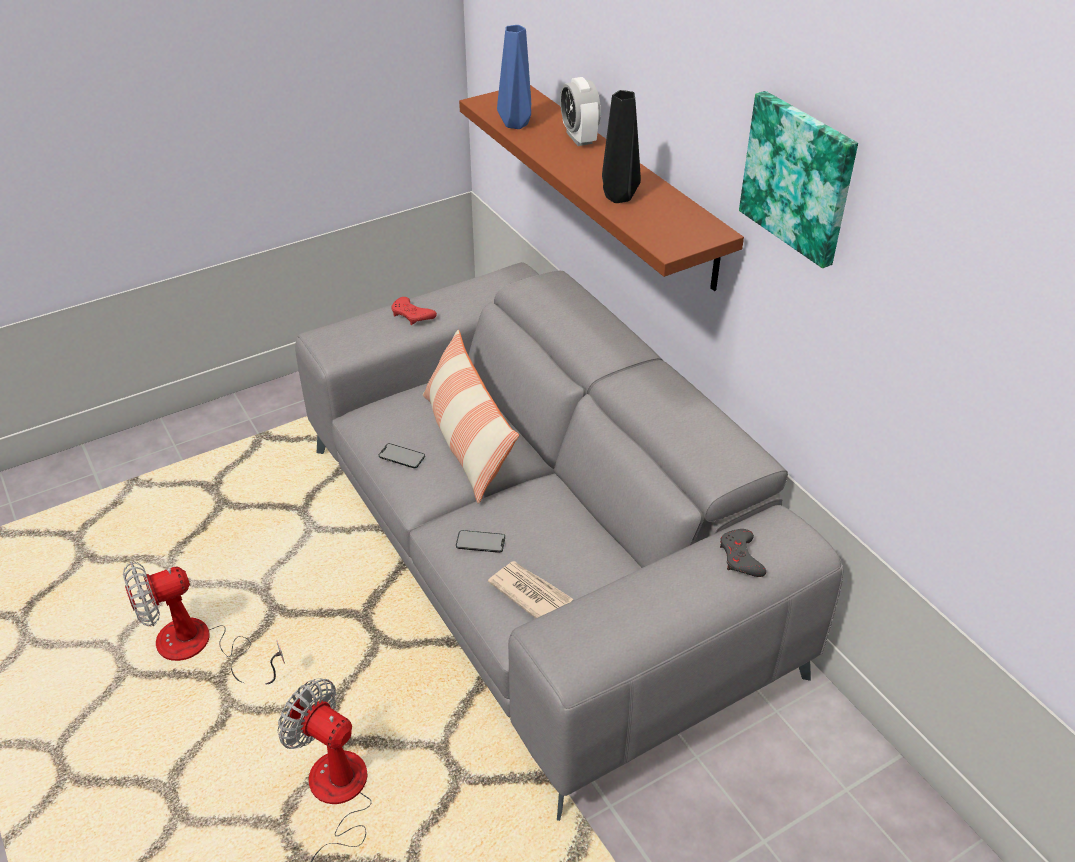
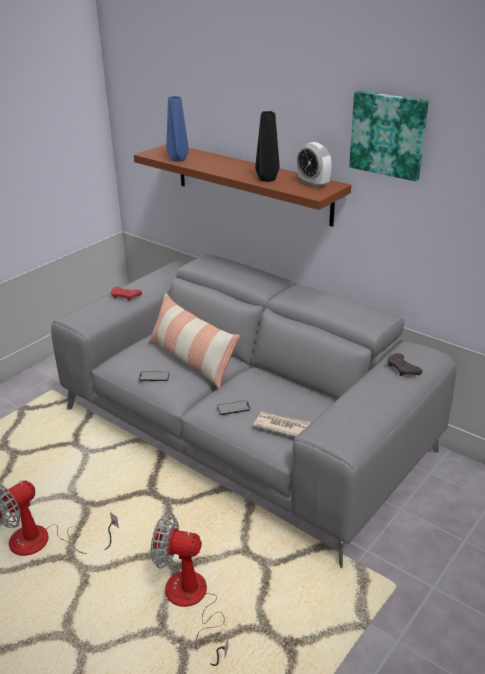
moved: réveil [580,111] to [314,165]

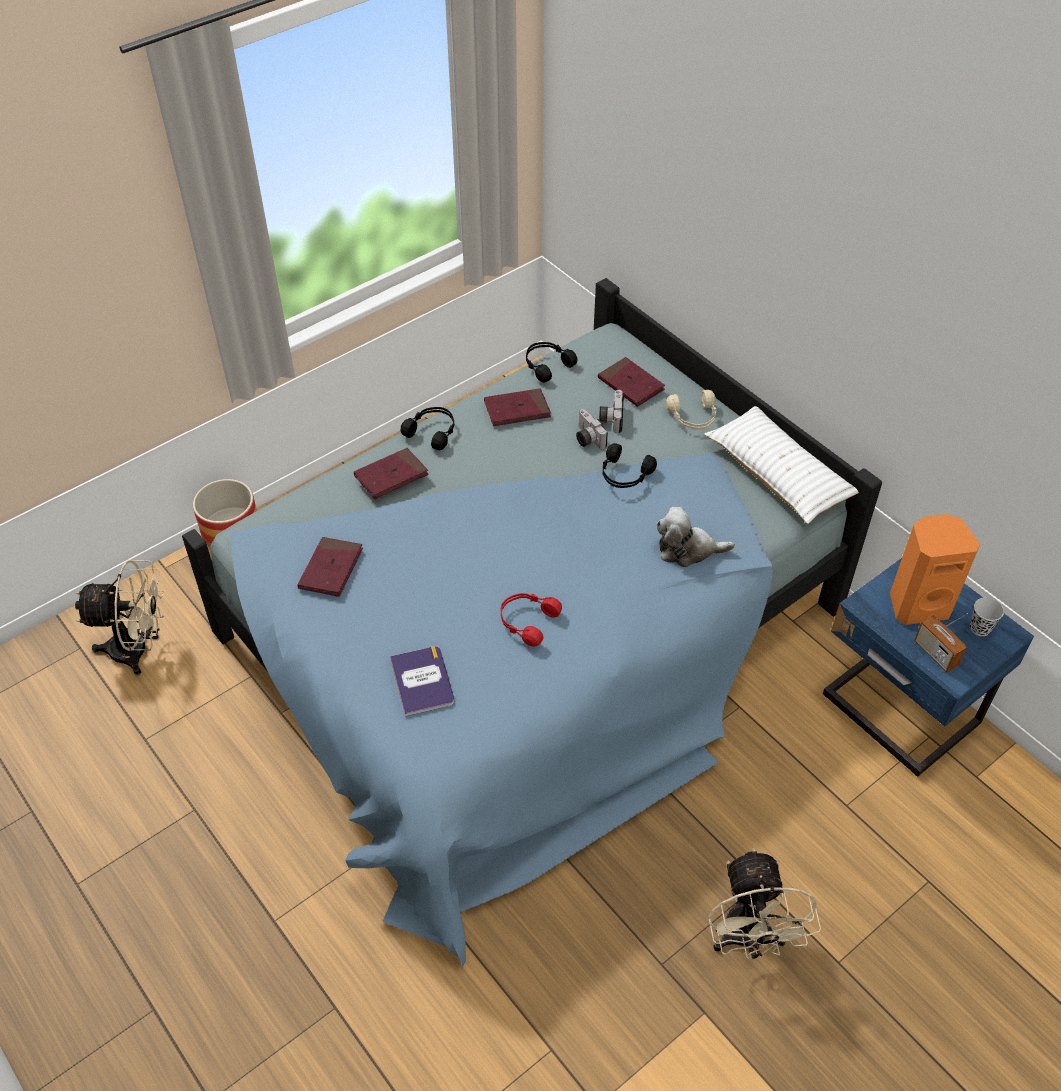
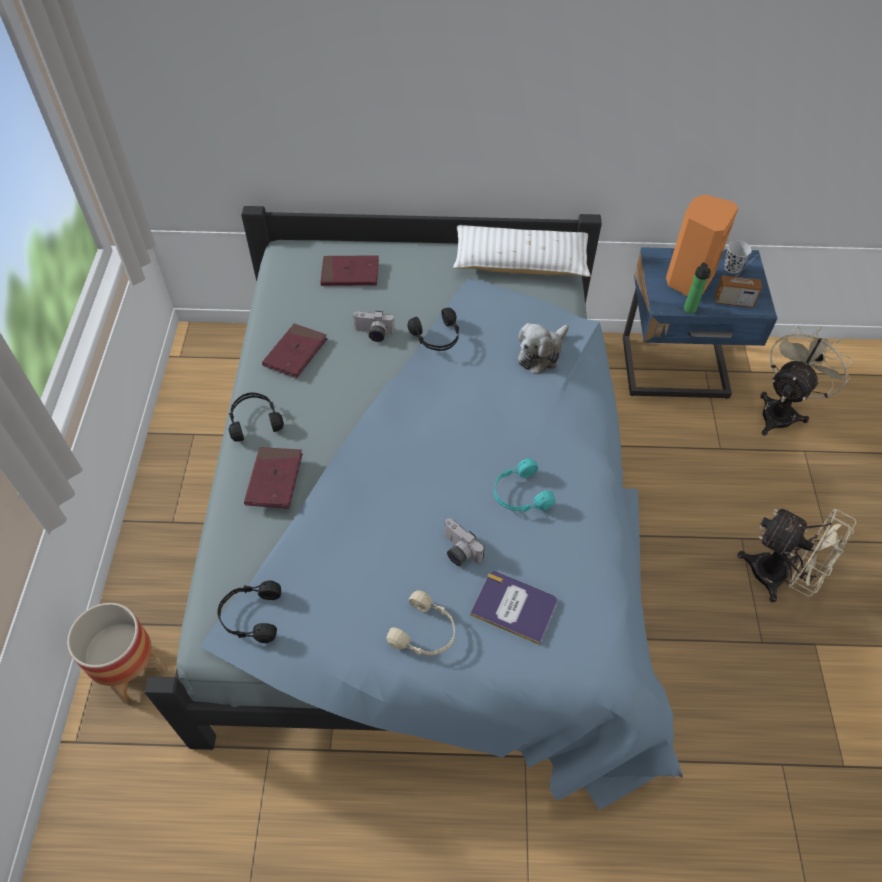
removed: livre (rouge) [330,567]
added: bouteille [697,287]
moved: ventilateur (beige) [119,617] to [807,381]; casque audio (noir) [551,362] to [249,611]; appareil photo [611,411] to [464,542]; casque audio (beige) [691,409] to [421,623]
recoloured: casque audio (rouge) [531,620] to casque audio (turquoise) [524,485]

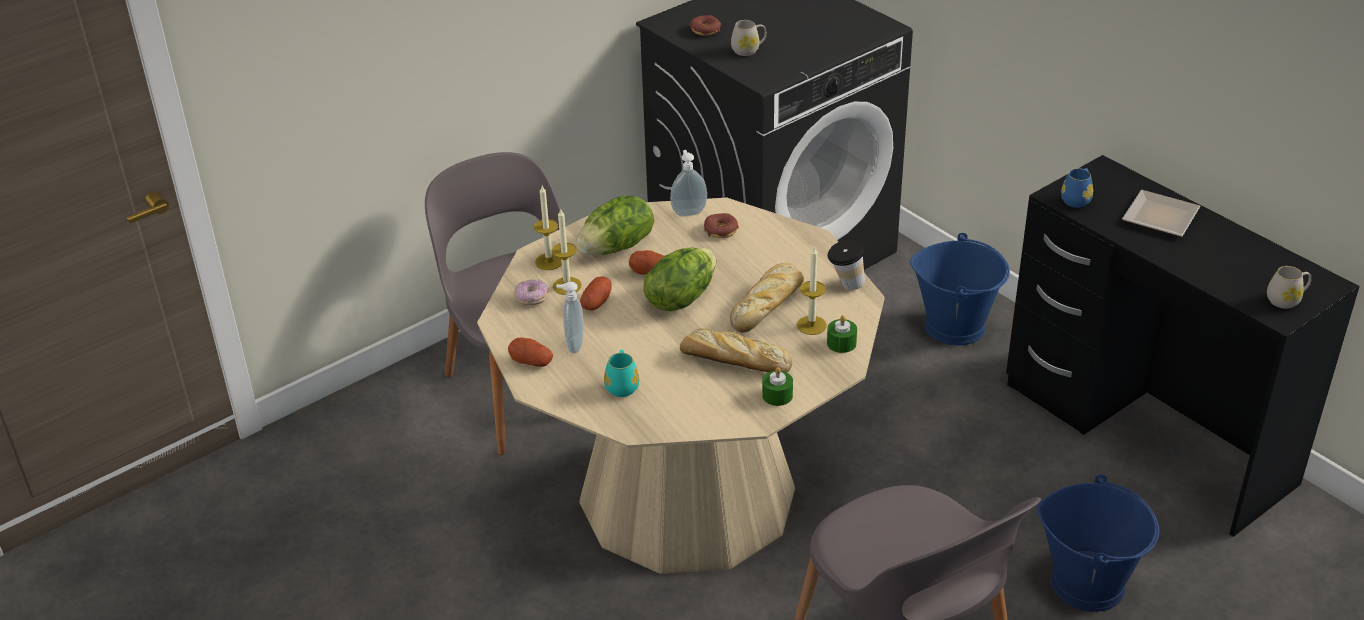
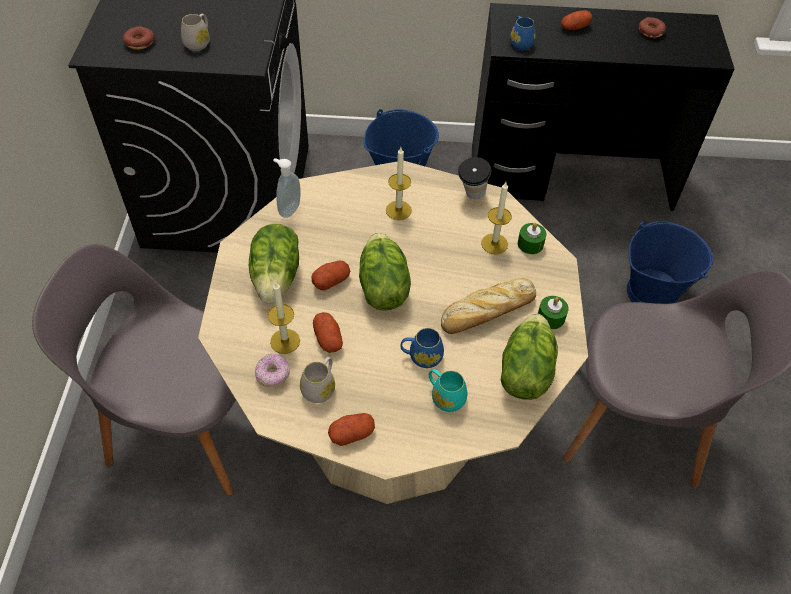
removed: distributeur de savon [570,317]; pain [767,298]
added: mug (bleu) [422,348]; laitue [529,357]
moved: bougie [548,228] to [399,183]; beignet [721,225] to [652,28]; mug (blanc) [1289,287] to [317,380]
replaced: assiette [1161,213] to pomme de terre [576,20]

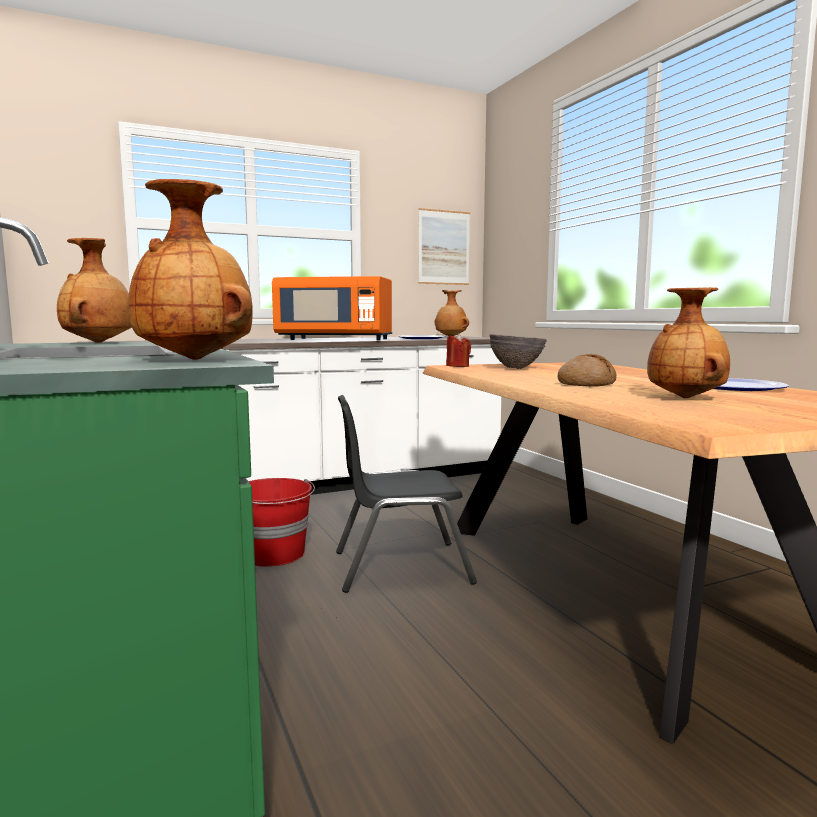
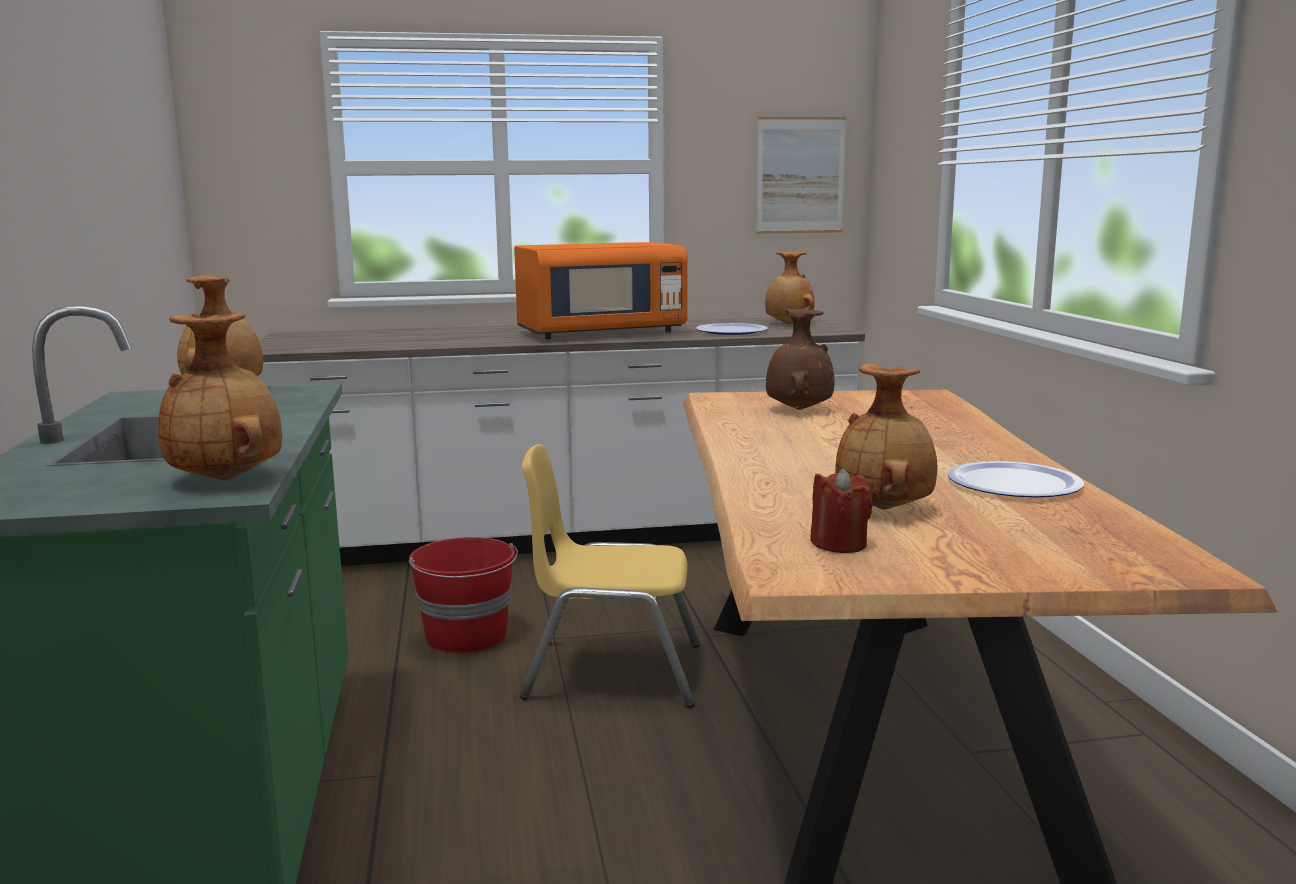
removed: pain [587,370]
moved: bougie (rouge) [458,350] to [841,510]
replaced: bol (marron) [518,351] to vase (marron) [800,359]
recoloured: chaise (noir) [406,494] to chaise (jaune) [610,576]
turned: micro-ondes (orange) [332,308] = [600,290] 45 degrees counterclockwise

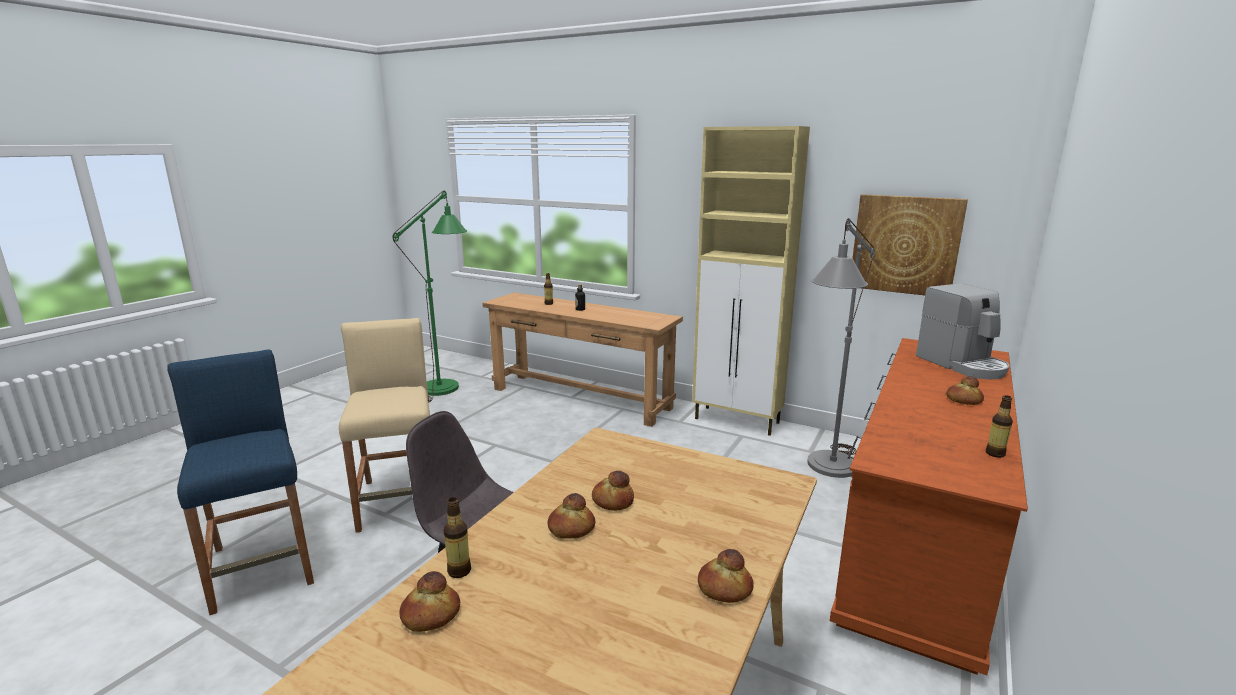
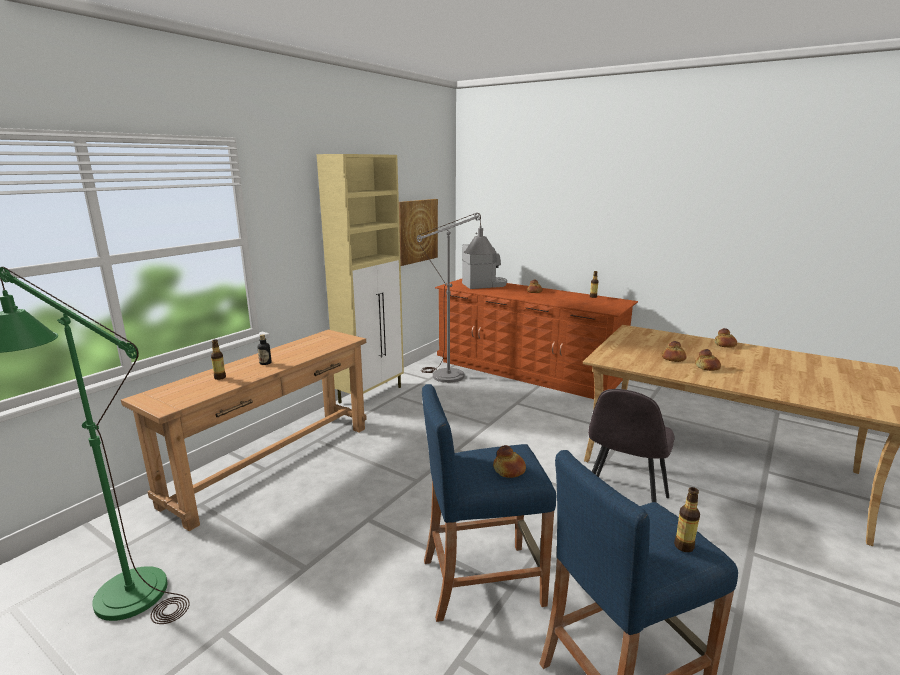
moved: pain [429,601] to [509,461]; bouteille [457,537] to [687,519]
recoloured: tabouret (beige) [384,425] to tabouret (bleu) [489,503]

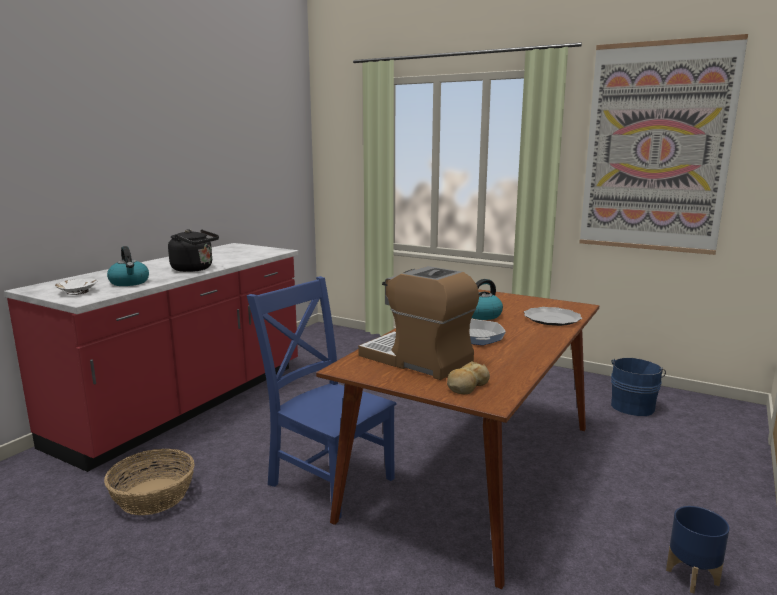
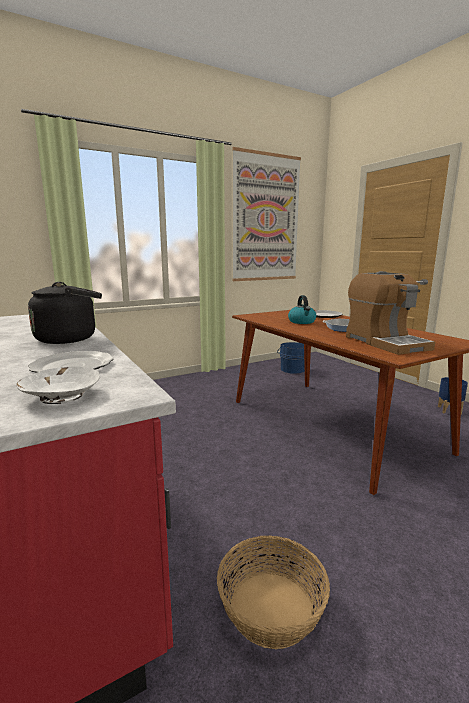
removed: chaise (bleu) [321,397]; pain [468,377]
replaced: bouilloire [128,266] to assiette [71,361]
turned: machine à café [418,323] = [390,313] 90 degrees counterclockwise

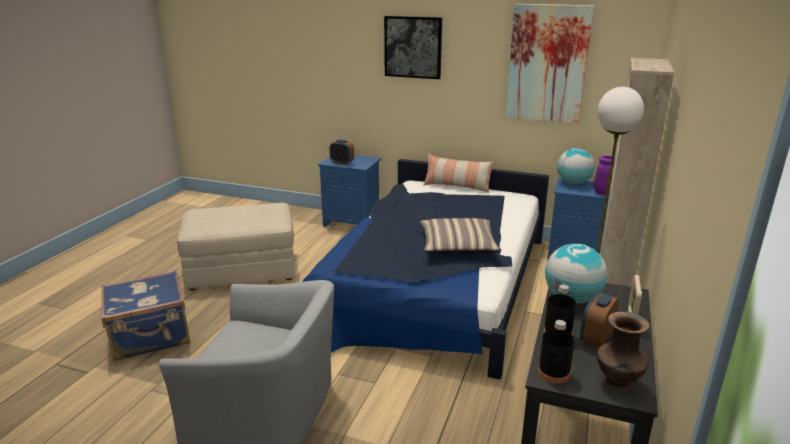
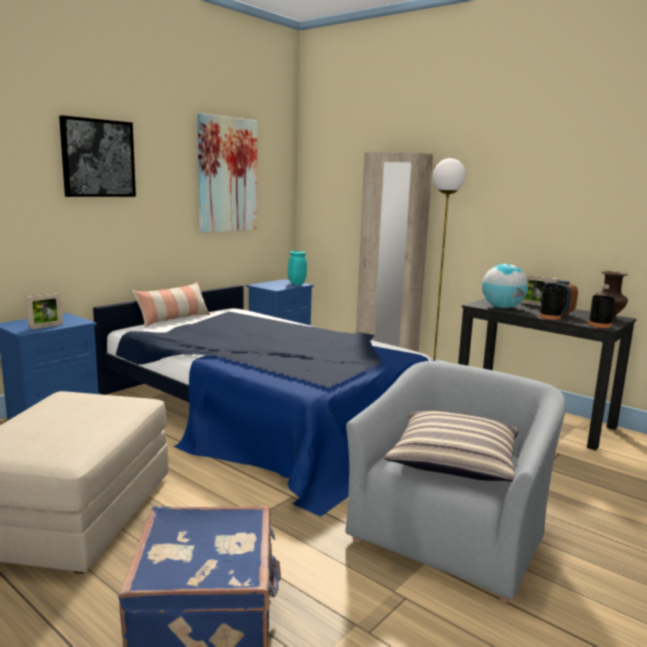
removed: globe [576,166]
moved: coussin [460,236] to [451,446]
replaced: réveil [342,152] to cadre photo [44,311]
recoloured: vase (violet) [604,175] to vase (turquoise) [297,268]

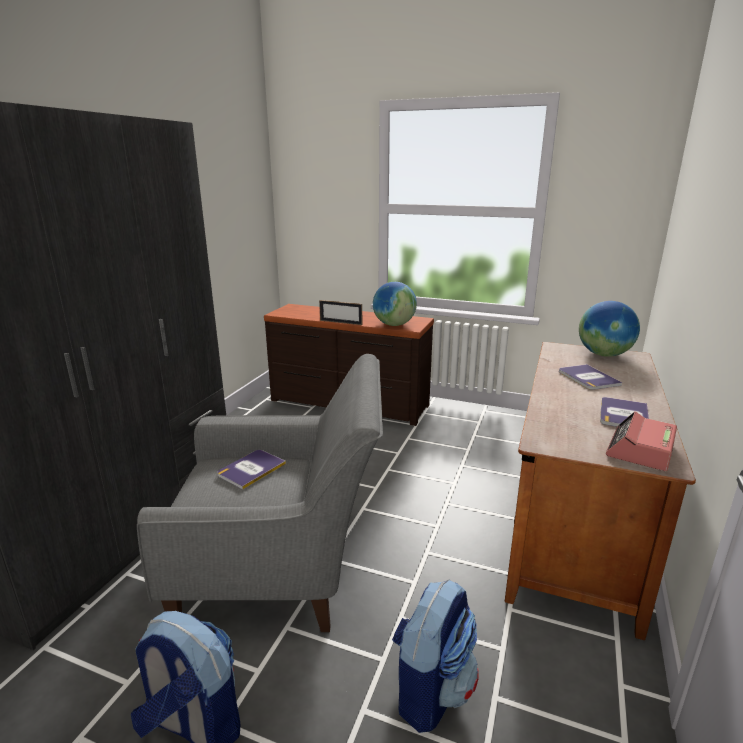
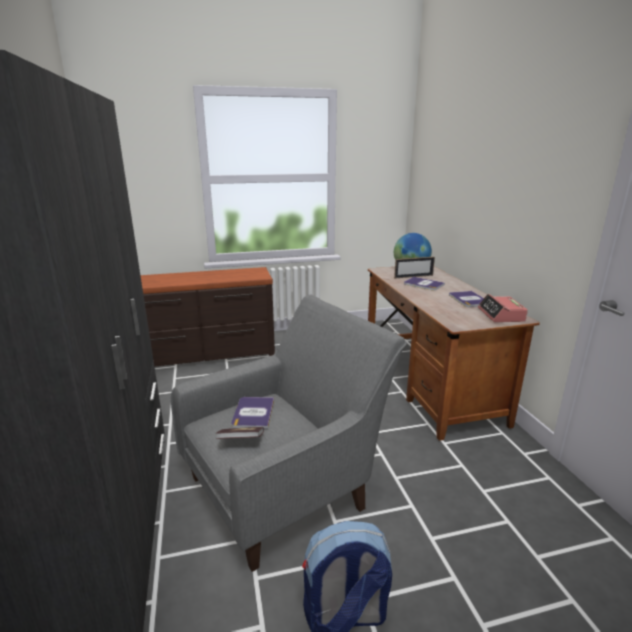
removed: globe [395,304]; sac à dos [435,656]
added: livre [240,433]
moved: cadre photo [340,312] to [414,267]

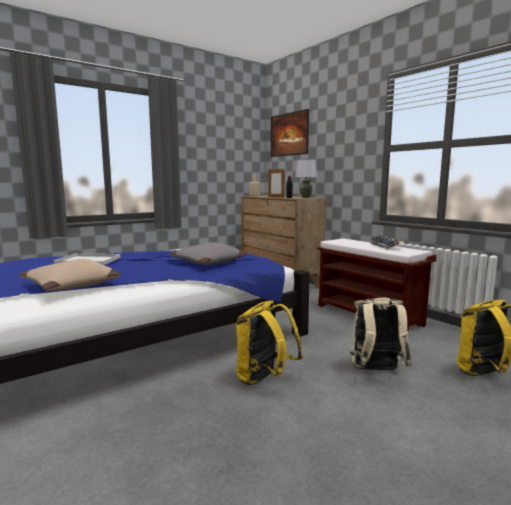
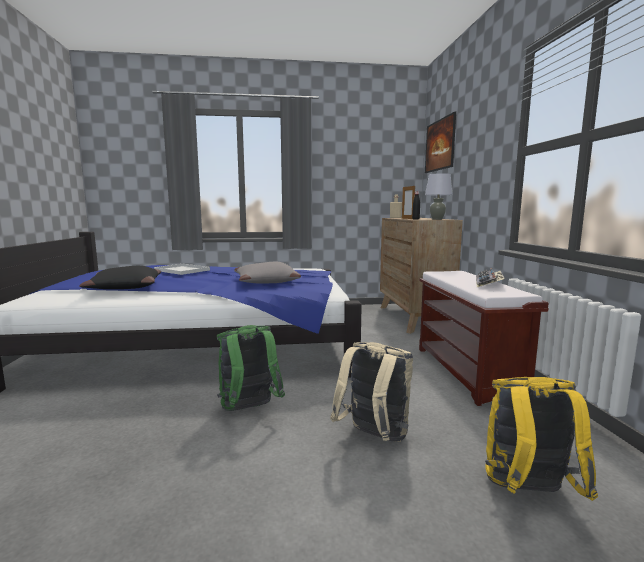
recoloured: coussin (beige) [70,275] to coussin (noir) [120,277]; sac à dos (jaune) [269,343] to sac à dos (vert) [251,368]

